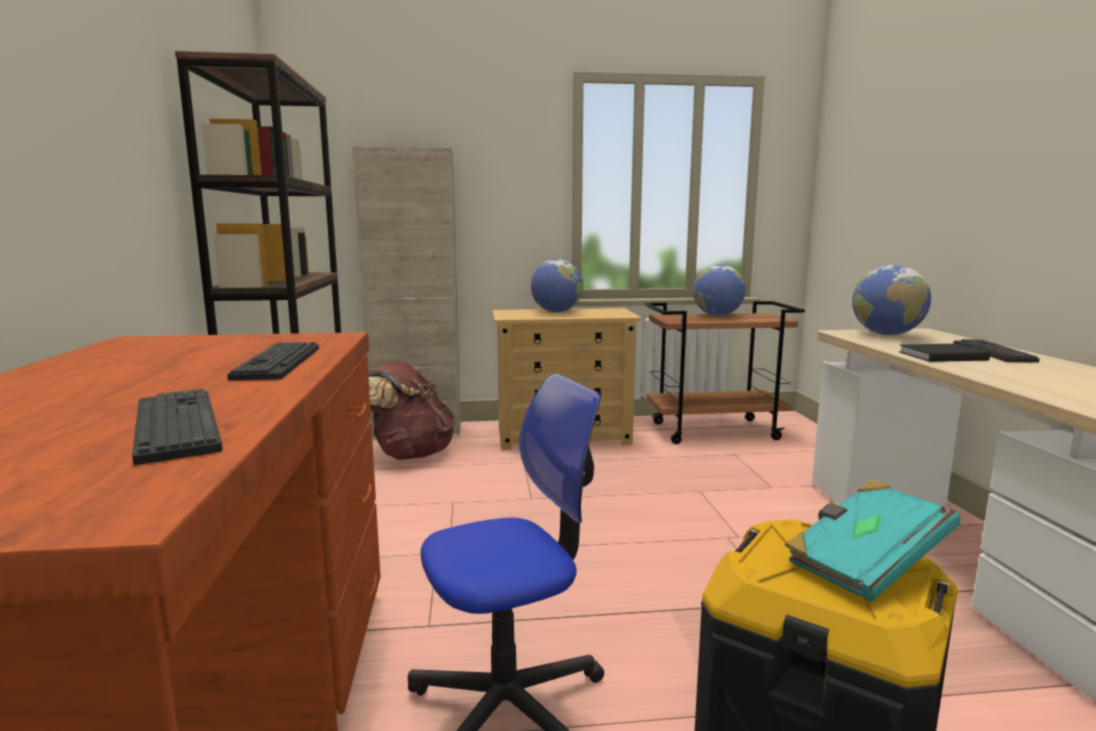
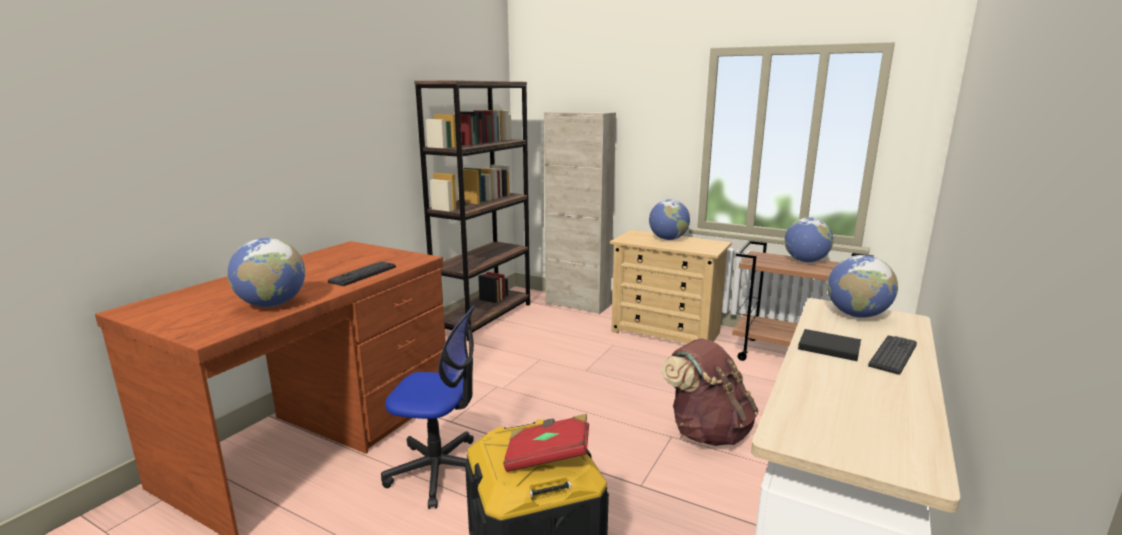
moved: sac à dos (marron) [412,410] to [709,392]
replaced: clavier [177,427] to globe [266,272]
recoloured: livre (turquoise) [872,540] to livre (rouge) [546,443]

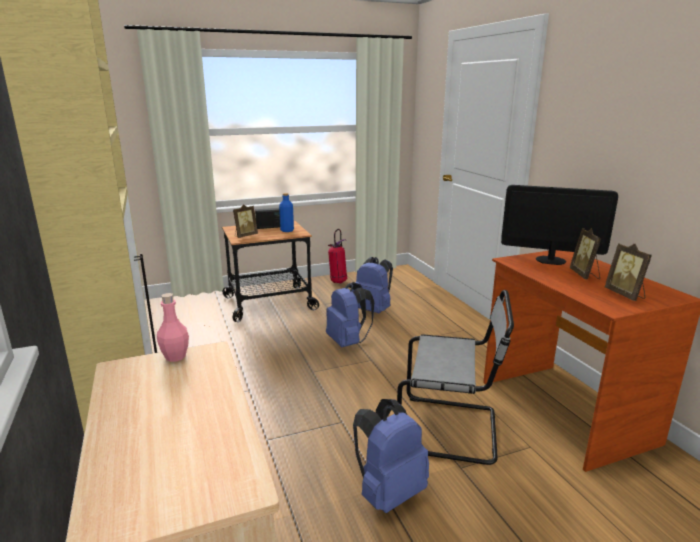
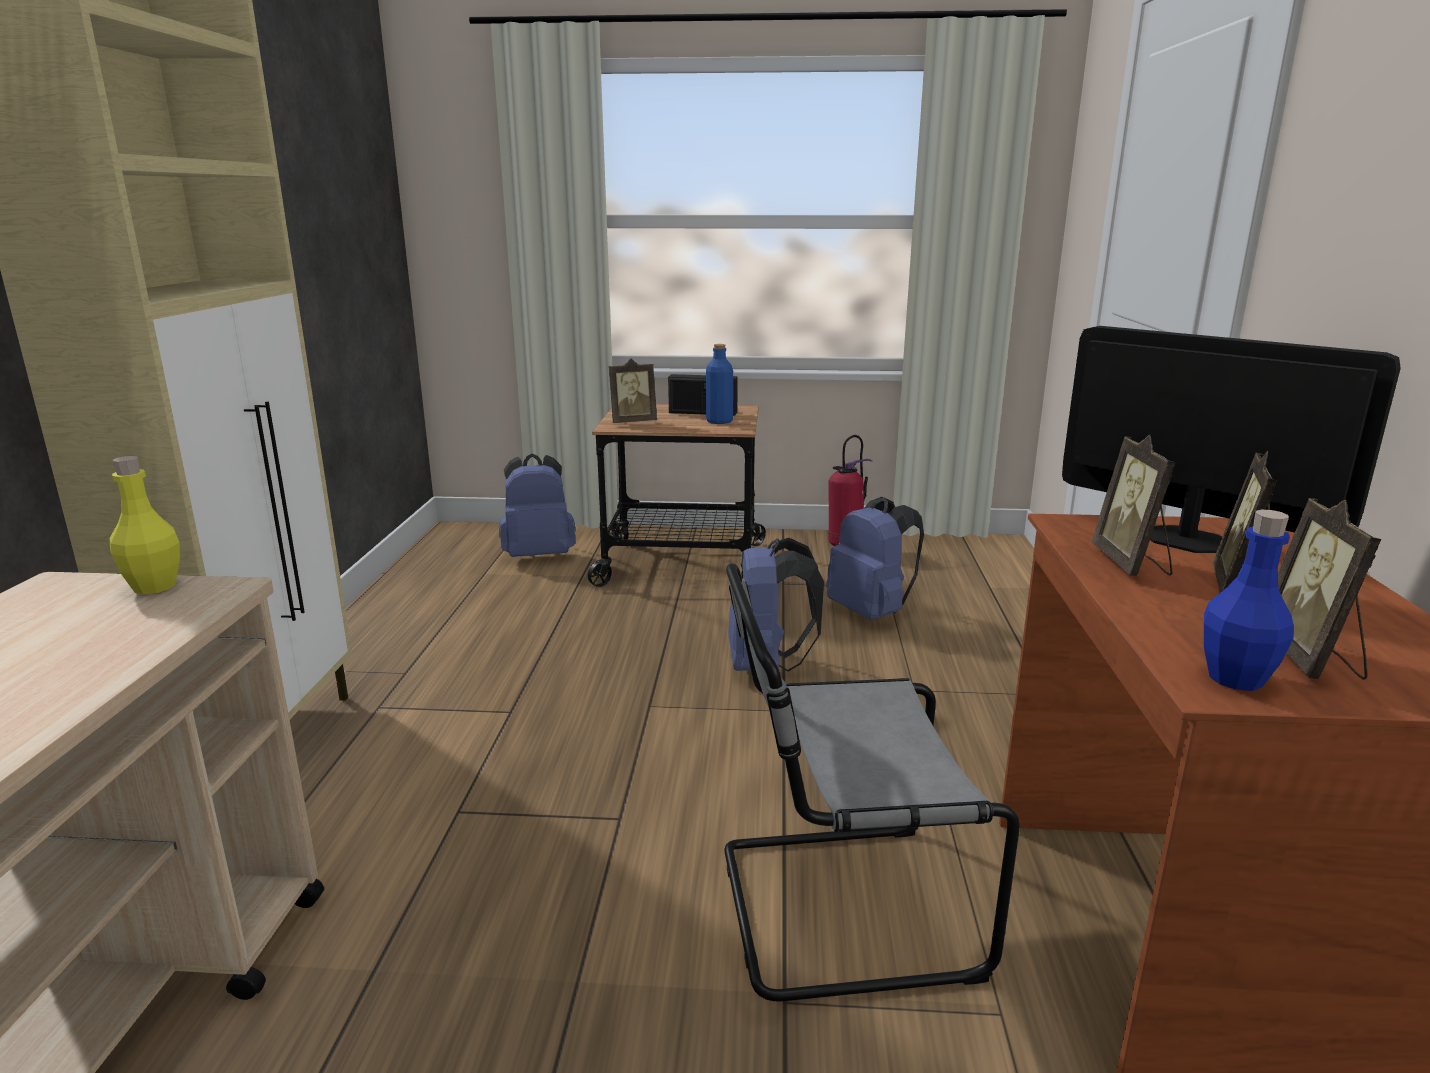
added: cadre photo [1134,505]; bouteille (bleu) [1249,600]
moved: sac à dos (bleu) [391,456] to [537,505]
recoloured: bouteille (rose) [173,327] to bouteille (jaune) [145,525]
turned: chaise (gris) [455,377] = [872,782] 135 degrees clockwise

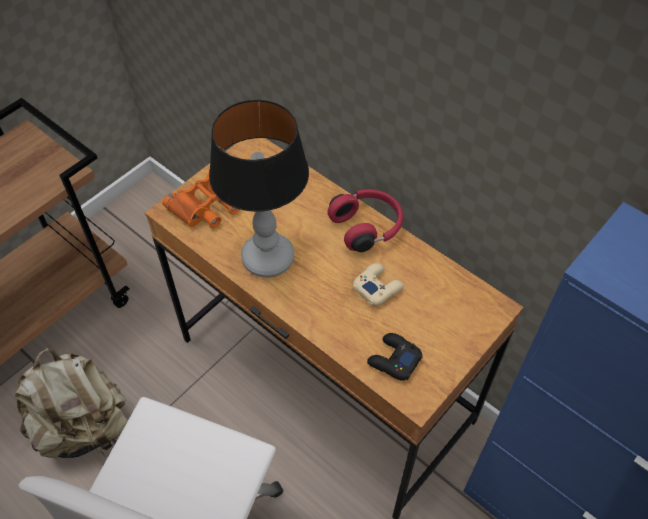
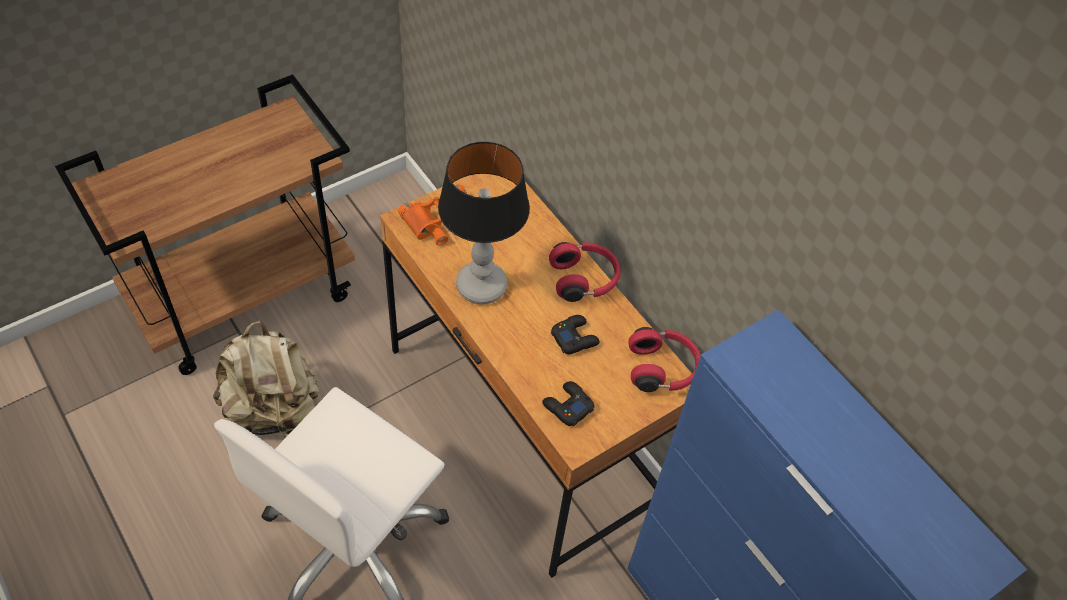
added: casque audio (rouge) [664,359]
recoloured: manette (beige) [378,284] to manette (noir) [575,334]

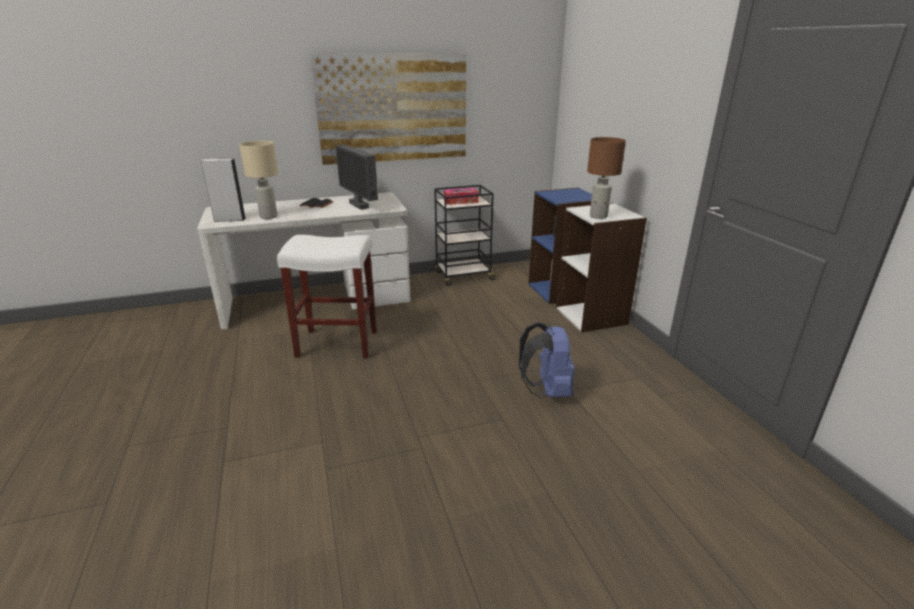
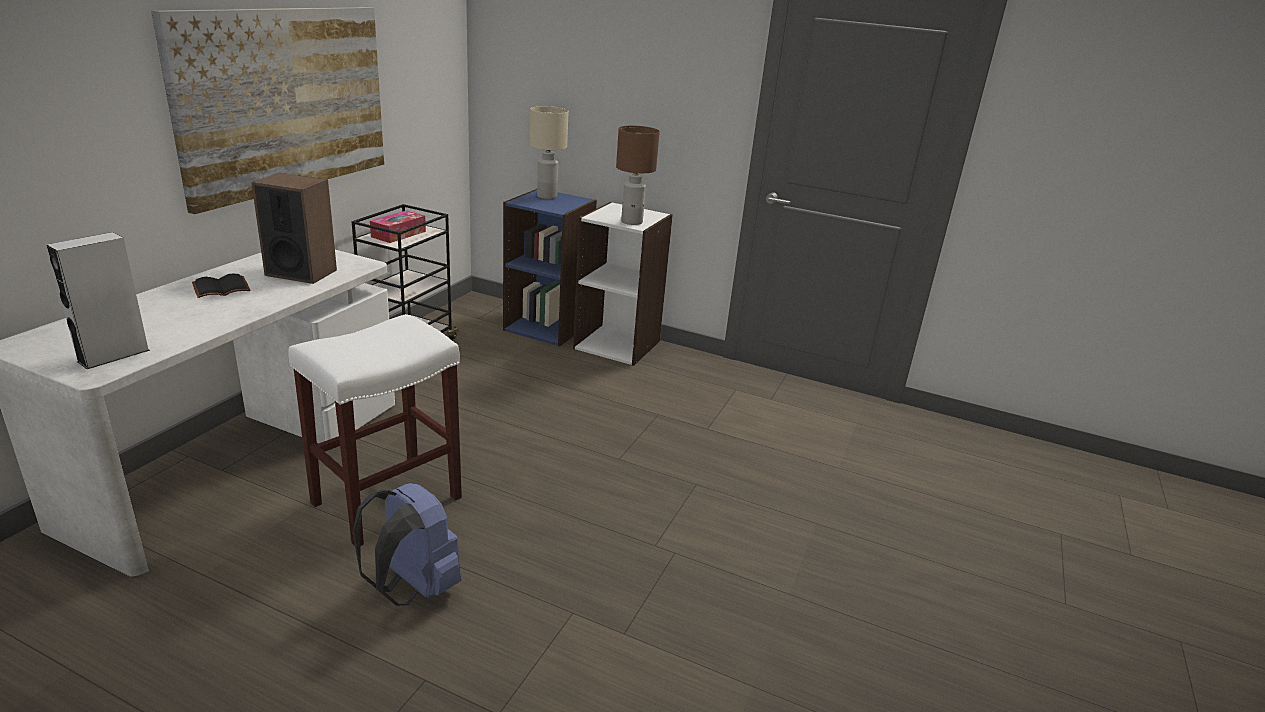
moved: lampe de table (beige) [258,180] to [549,152]; sac à dos (bleu) [547,359] to [407,544]
replaced: écran d'ordinateur [356,177] to enceinte [294,228]

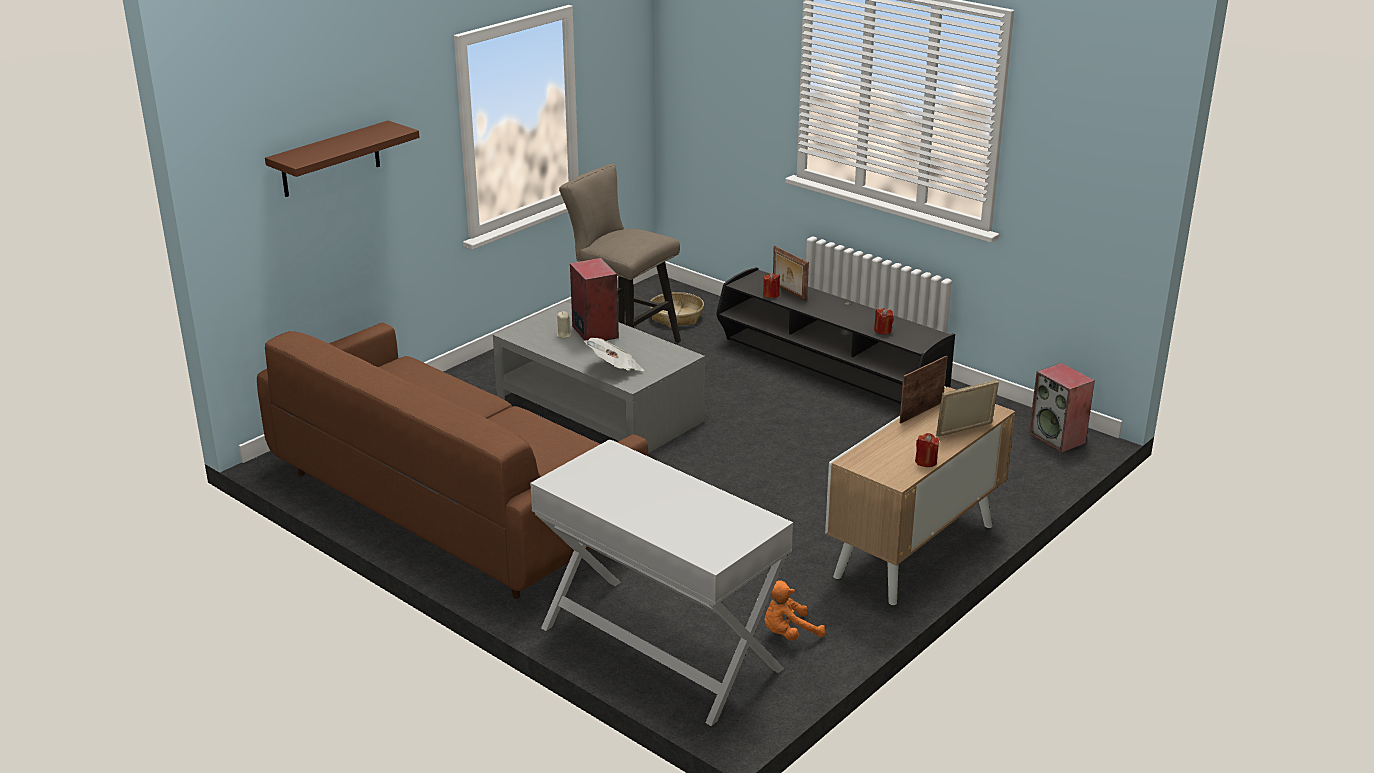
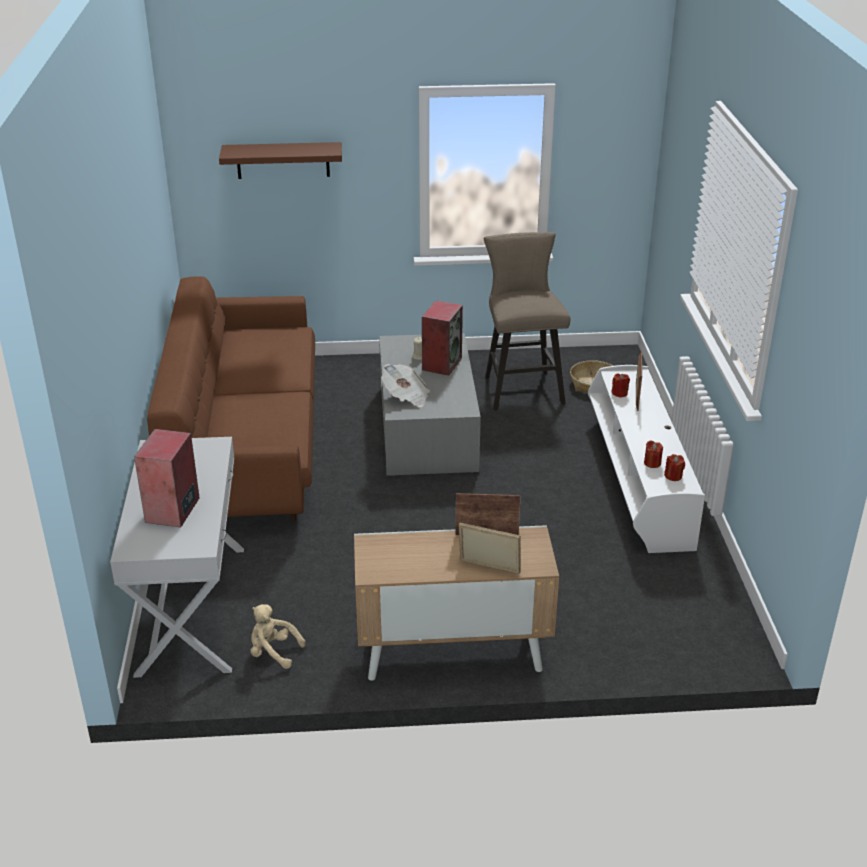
moved: bougie (rouge) [927,450] to [674,467]; enceinte [1062,408] to [167,478]
recoloured: meuble télé (noir) [836,335] to meuble télé (blanc) [646,459]; peluche (orange) [794,610] to peluche (beige) [278,636]

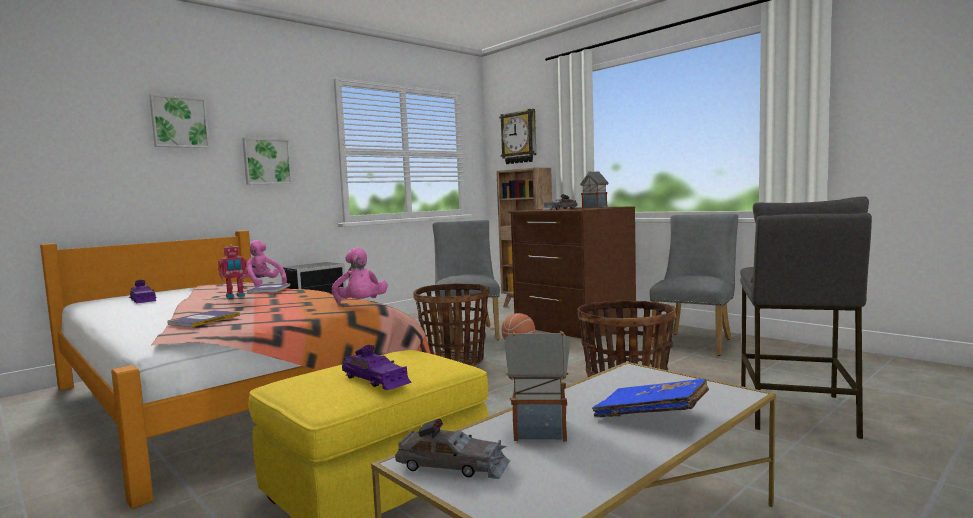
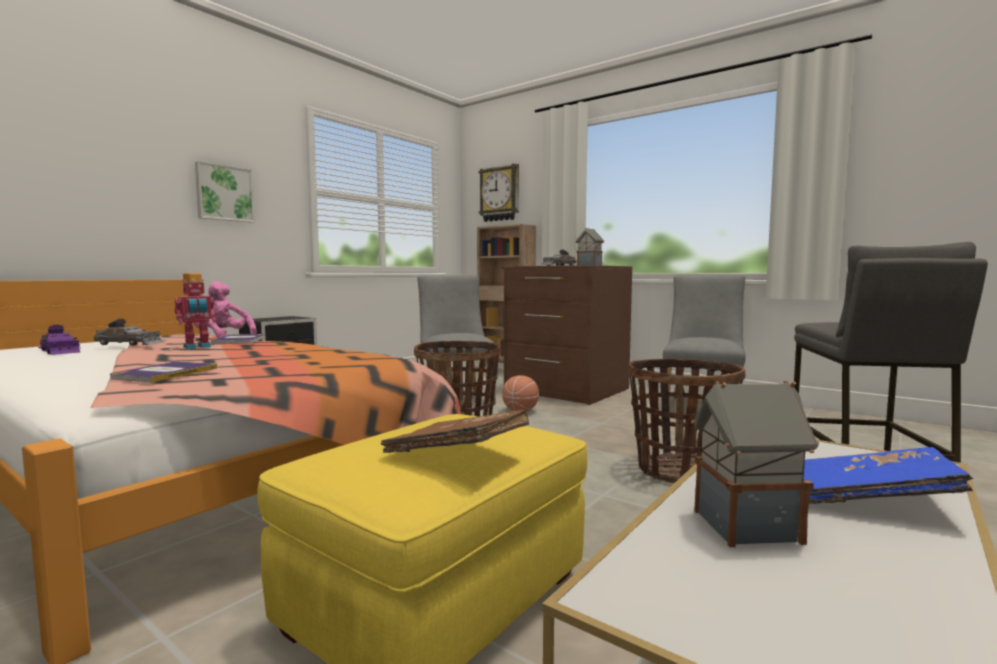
removed: tableau [179,121]; peluche (rose) [360,275]
moved: petite voiture (gris) [452,449] to [129,332]
replaced: petite voiture (violet) [377,367] to livre (marron) [455,431]

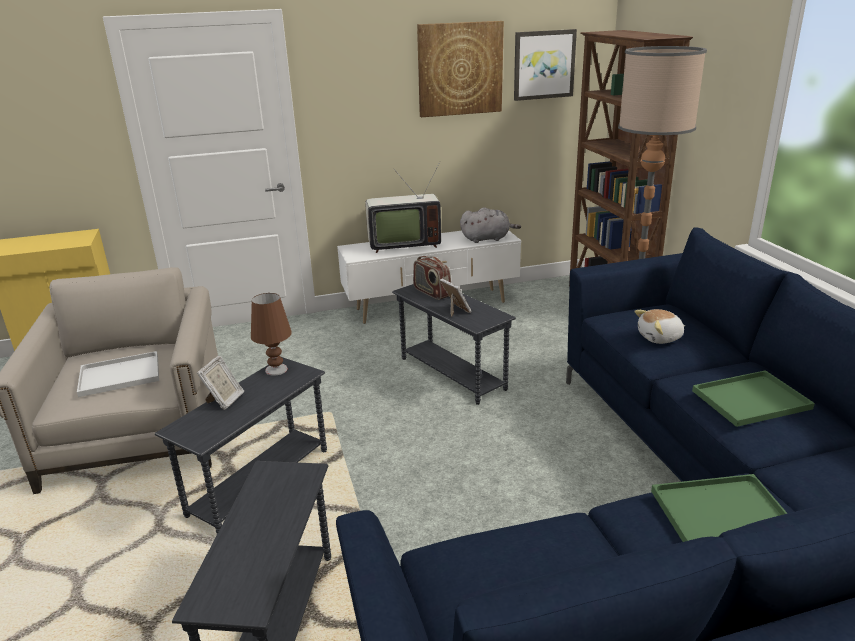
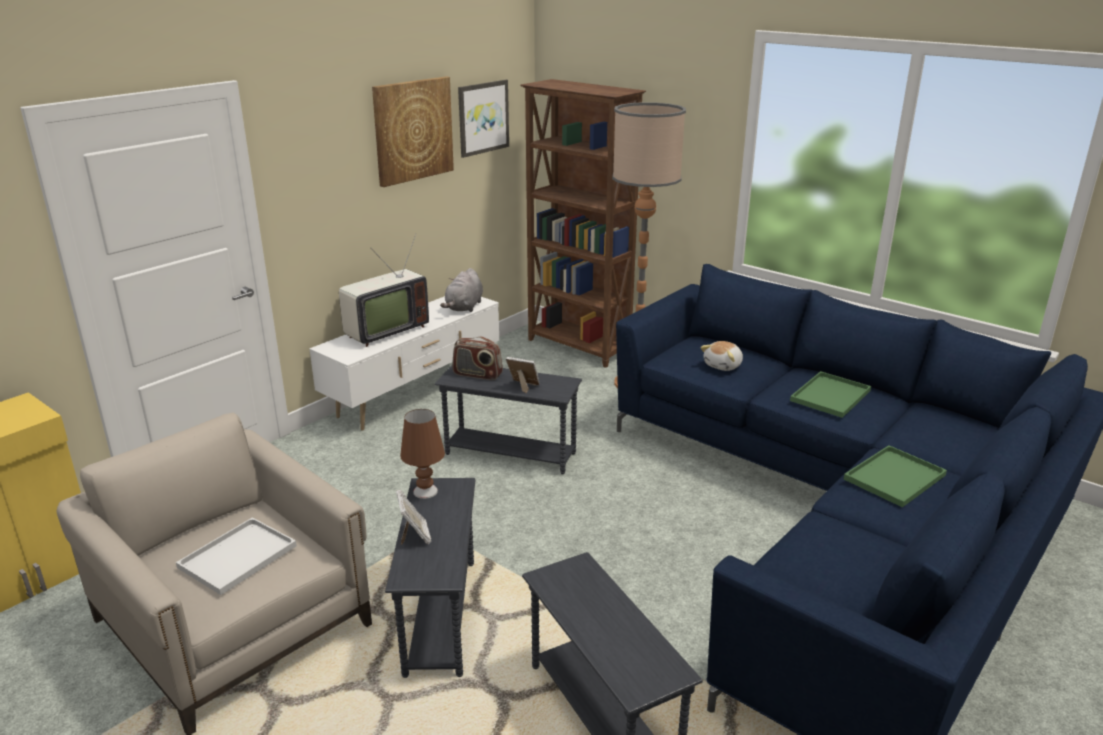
turned: peluche (gris) [490,225] = [461,290] 150 degrees clockwise

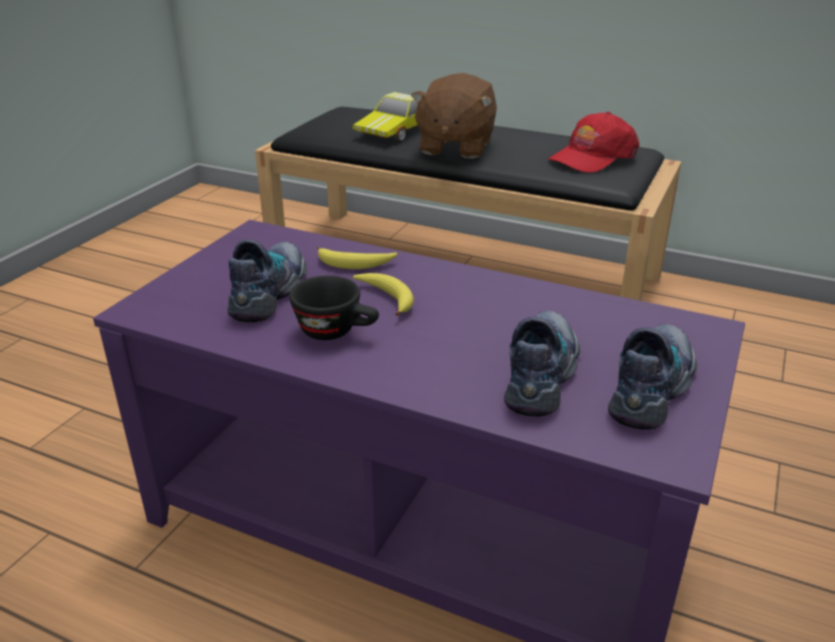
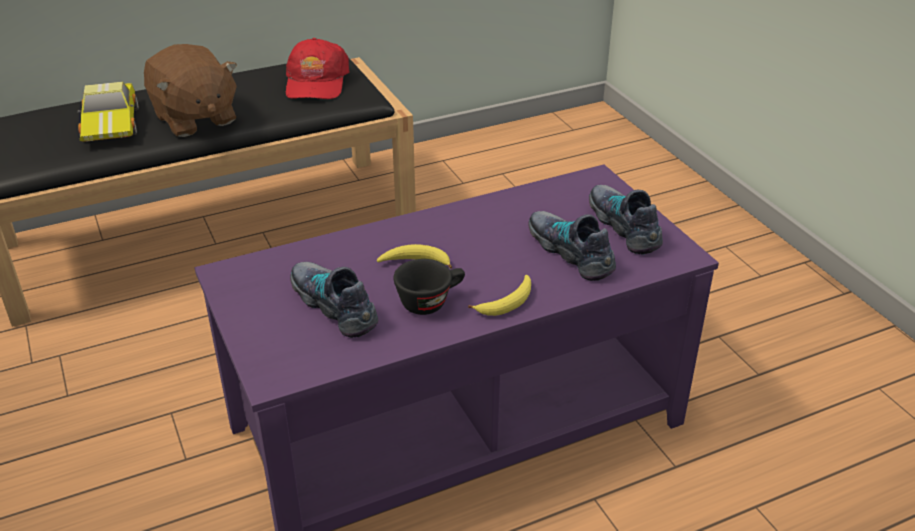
moved: banane [357,257] to [499,295]

